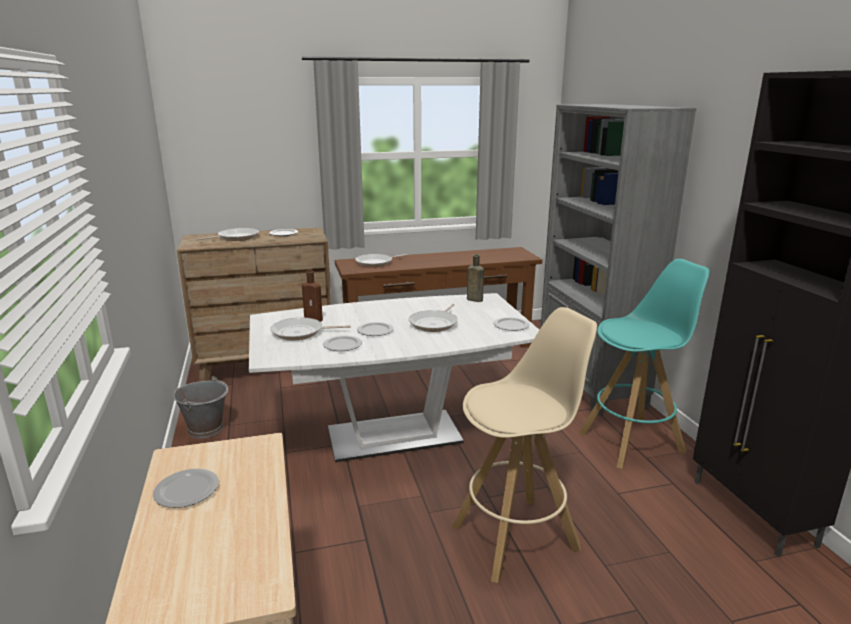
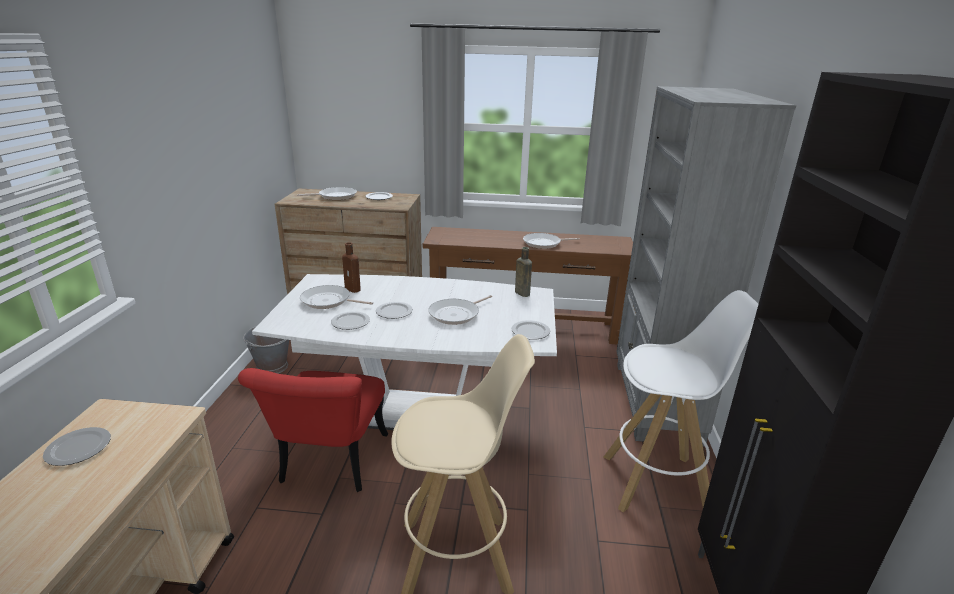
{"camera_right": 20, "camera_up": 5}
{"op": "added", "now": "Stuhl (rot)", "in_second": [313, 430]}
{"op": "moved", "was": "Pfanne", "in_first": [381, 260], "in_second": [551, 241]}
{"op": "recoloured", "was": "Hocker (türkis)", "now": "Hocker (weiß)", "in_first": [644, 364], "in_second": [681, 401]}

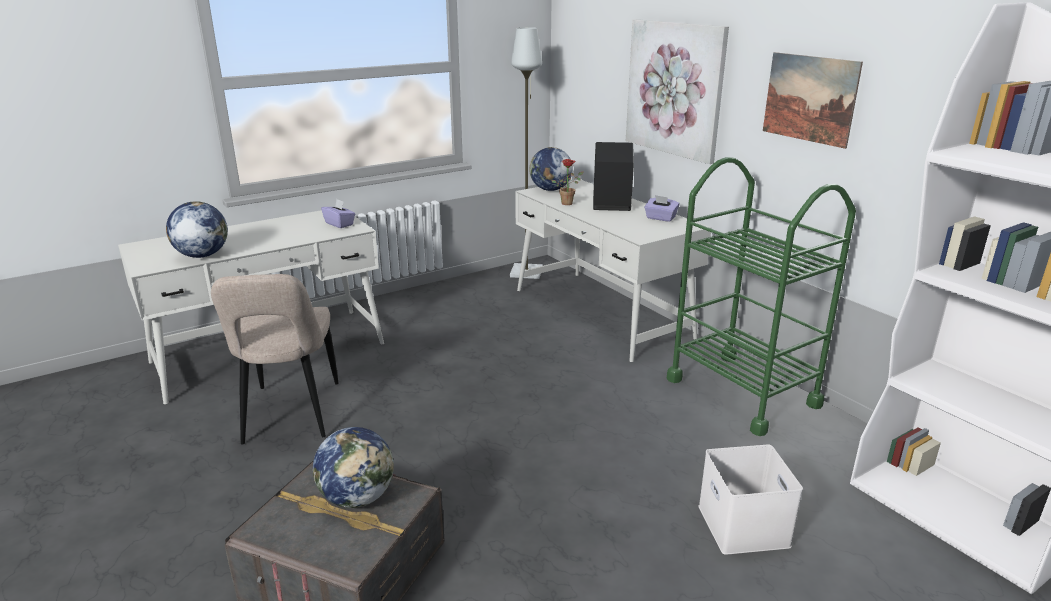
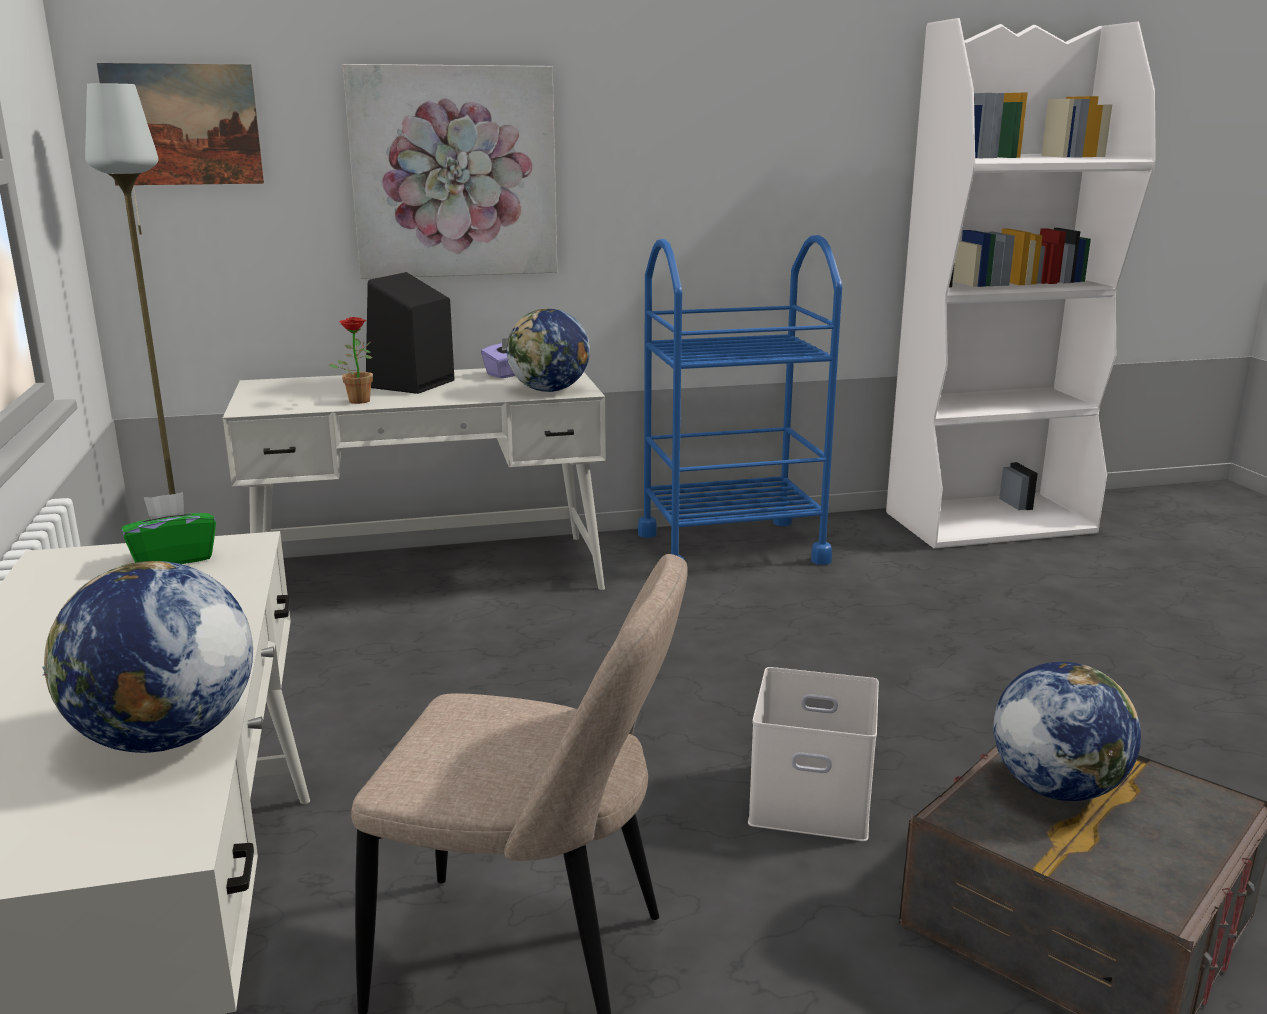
{"camera_right": -70, "camera_up": -5}
{"op": "moved", "was": "Globus", "in_first": [551, 169], "in_second": [548, 350]}
{"op": "moved", "was": "Aufbewahrungsbox (weiß)", "in_first": [750, 500], "in_second": [813, 754]}
{"op": "moved", "was": "Bild", "in_first": [813, 100], "in_second": [180, 124]}
{"op": "recoloured", "was": "Taschentuchbox (lila)", "now": "Taschentuchbox (grün)", "in_first": [338, 213], "in_second": [169, 528]}
{"op": "recoloured", "was": "Rollwagen (grün)", "now": "Rollwagen (blau)", "in_first": [761, 296], "in_second": [740, 400]}

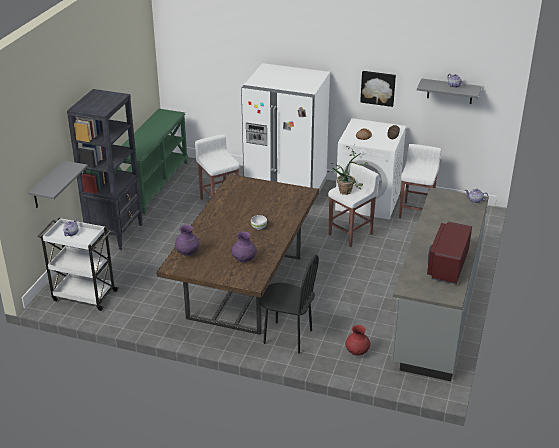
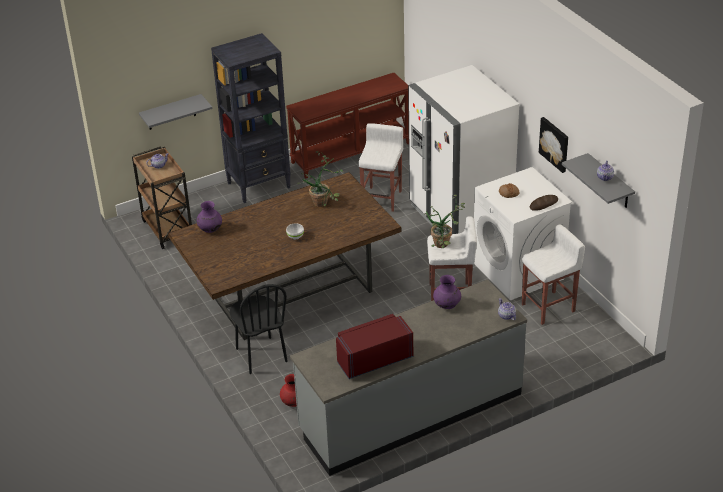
{"camera_right": 45, "camera_up": 5}
{"op": "added", "now": "Topfpflanze", "in_second": [320, 179]}
{"op": "moved", "was": "Vase (lila)", "in_first": [244, 247], "in_second": [447, 292]}
{"op": "recoloured", "was": "Rollwagen (weiß)", "now": "Rollwagen (braun)", "in_first": [78, 264], "in_second": [162, 197]}
{"op": "recoloured", "was": "Konsolentisch (grün)", "now": "Konsolentisch (braun)", "in_first": [152, 161], "in_second": [347, 126]}

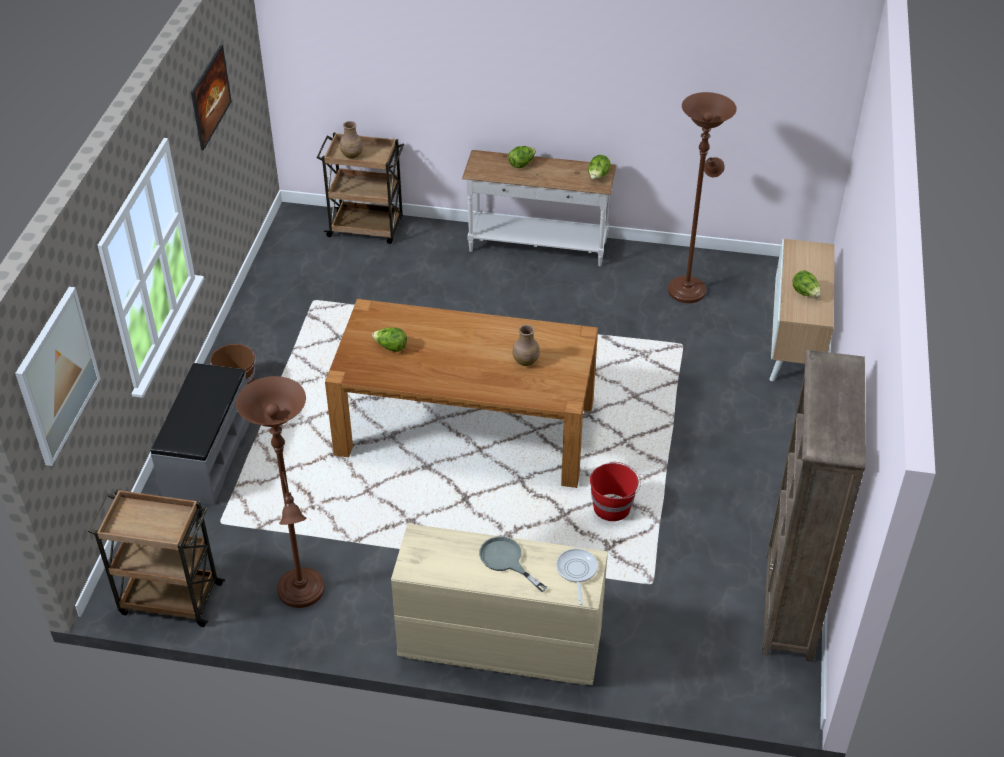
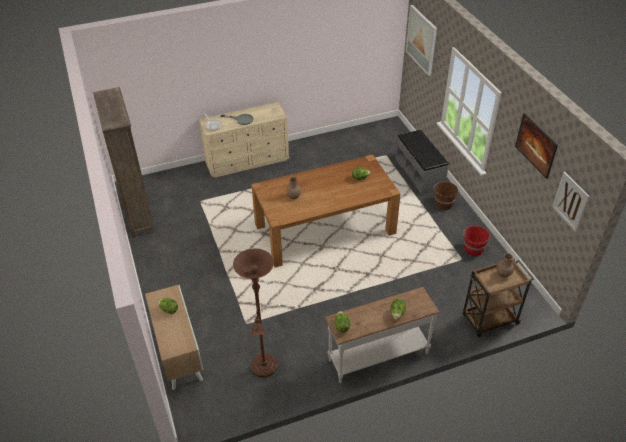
{"camera_right": 150, "camera_up": 0}
{"op": "removed", "was": "Rollwagen (braun)", "in_first": [156, 558]}
{"op": "removed", "was": "Stehlampe (braun)", "in_first": [280, 492]}
{"op": "added", "now": "Bild", "in_second": [571, 202]}
{"op": "moved", "was": "Eimer (rot)", "in_first": [615, 491], "in_second": [476, 241]}

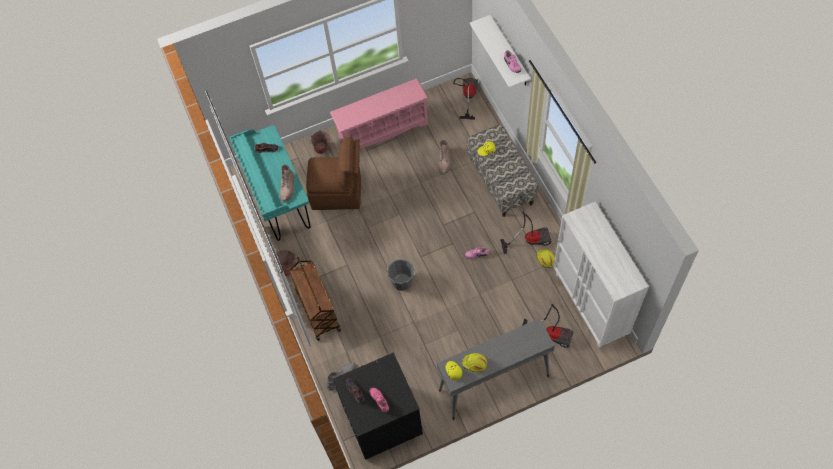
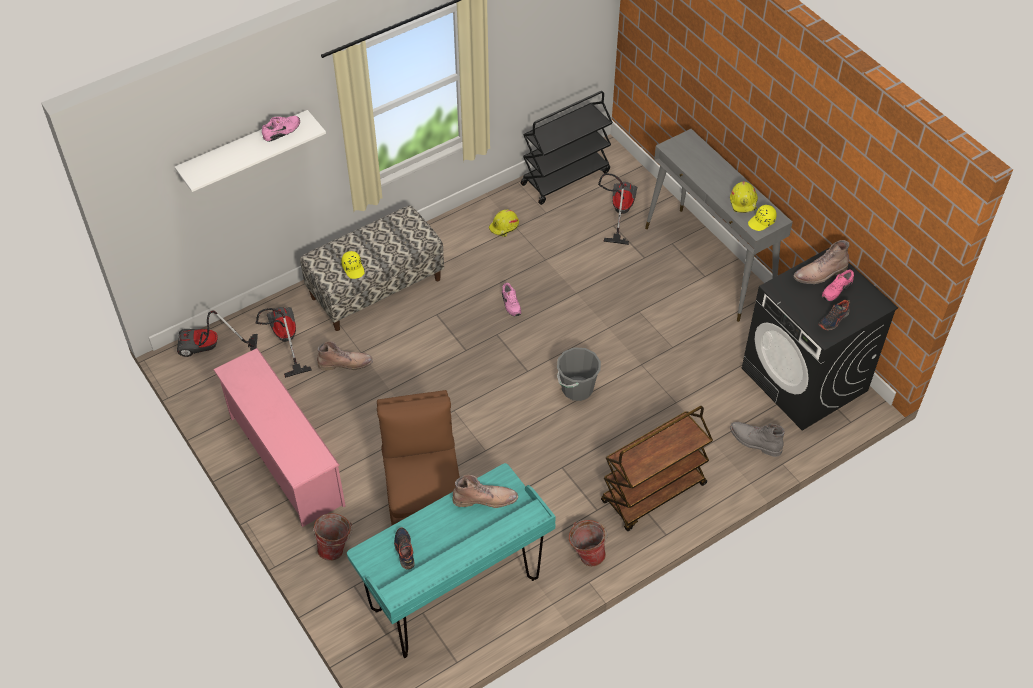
{"camera_right": -105, "camera_up": -10}
{"op": "added", "now": "Stiefel (braun)", "in_second": [821, 262]}
{"op": "moved", "was": "Staubsauger", "in_first": [525, 232], "in_second": [283, 342]}
{"op": "replaced", "was": "Schrank (weiß)", "now": "Rollwagen (schwarz)", "in_first": [601, 275], "in_second": [567, 148]}

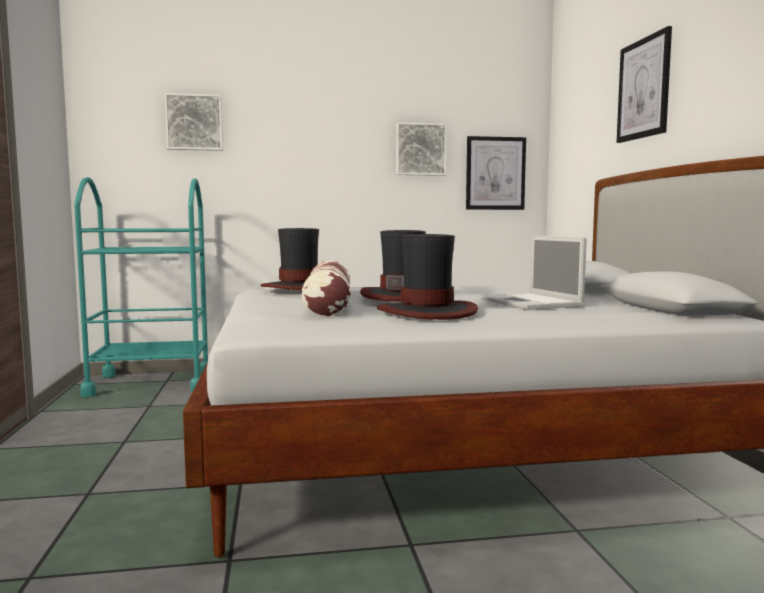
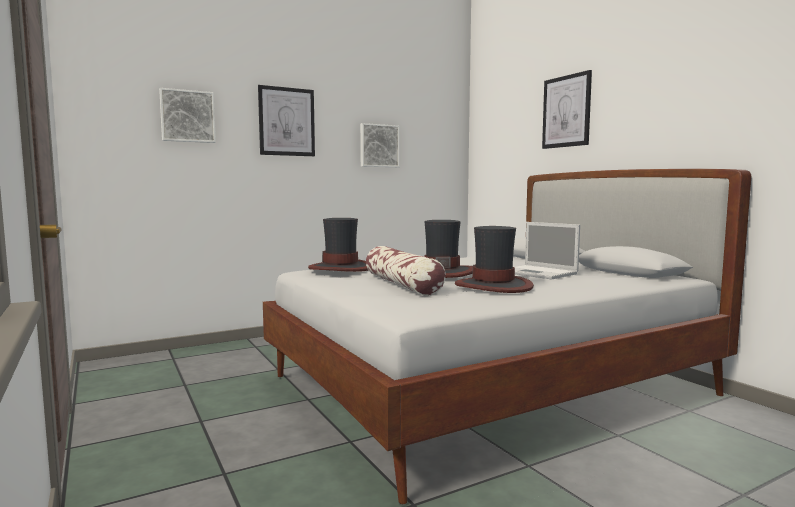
{"camera_right": -20, "camera_up": 0}
{"op": "removed", "was": "Rollwagen (türkis)", "in_first": [141, 287]}
{"op": "moved", "was": "Bild", "in_first": [496, 173], "in_second": [286, 120]}

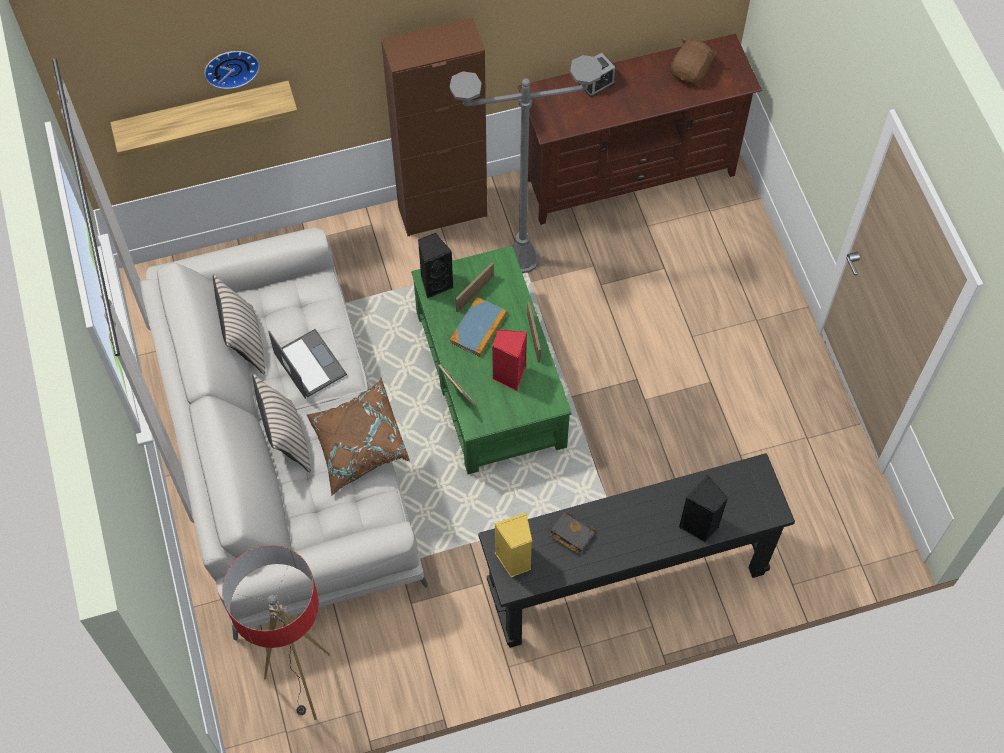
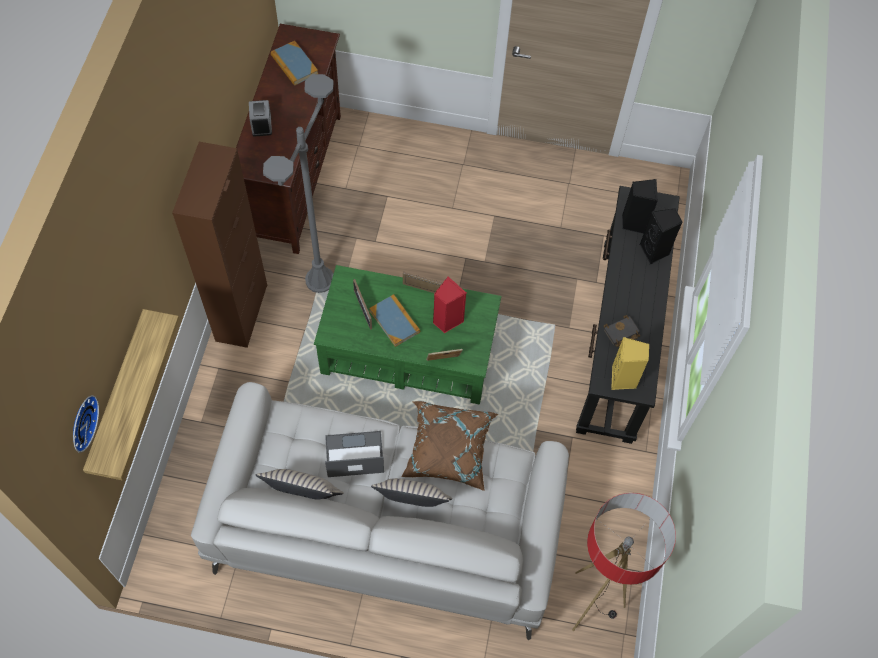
{"camera_right": -65, "camera_up": 0}
{"op": "moved", "was": "Wanduhr", "in_first": [232, 70], "in_second": [86, 424]}
{"op": "moved", "was": "Lautsprecher (schwarz)", "in_first": [436, 266], "in_second": [640, 206]}
{"op": "replaced", "was": "Plüschtier (braun)", "now": "Buch", "in_first": [693, 61], "in_second": [294, 63]}

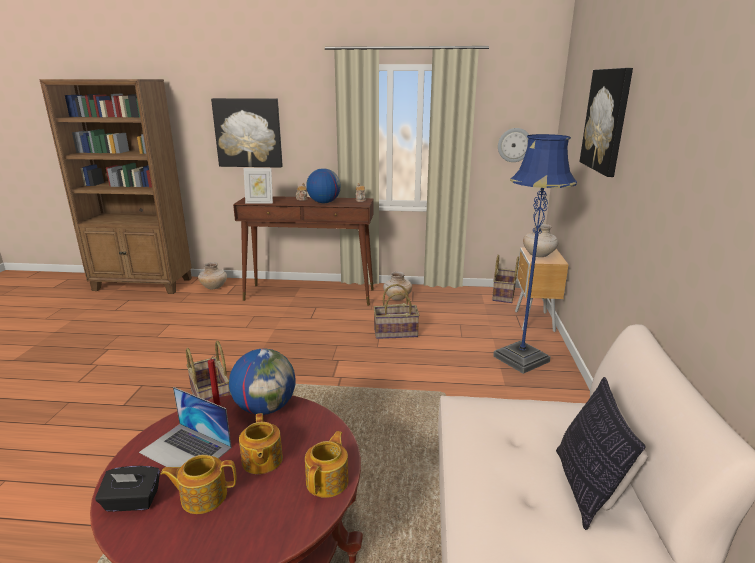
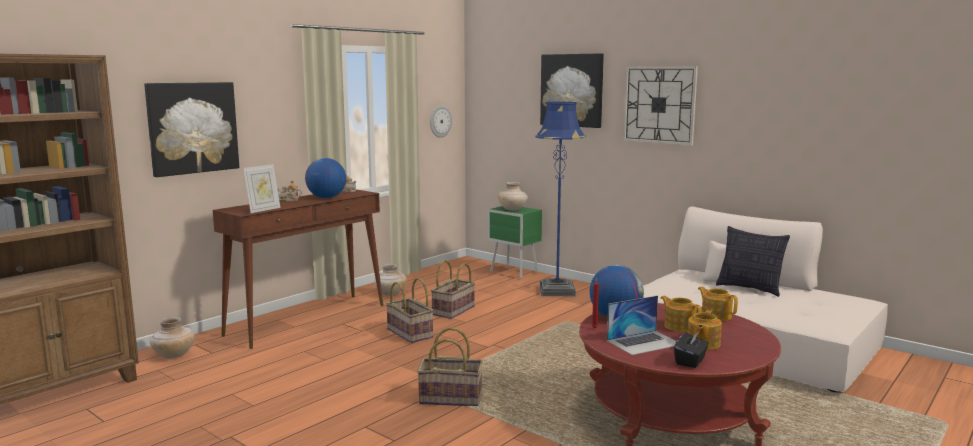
{"camera_right": -55, "camera_up": -10}
{"op": "added", "now": "Wanduhr", "in_second": [660, 106]}
{"op": "moved", "was": "Korb", "in_first": [505, 279], "in_second": [410, 310]}
{"op": "recoloured", "was": "Nachttisch (braun)", "now": "Nachttisch (grün)", "in_first": [542, 290], "in_second": [515, 242]}
{"op": "turned", "was": "Teekanne", "in_first": [261, 443], "in_second": [681, 314], "clockwise": -150}

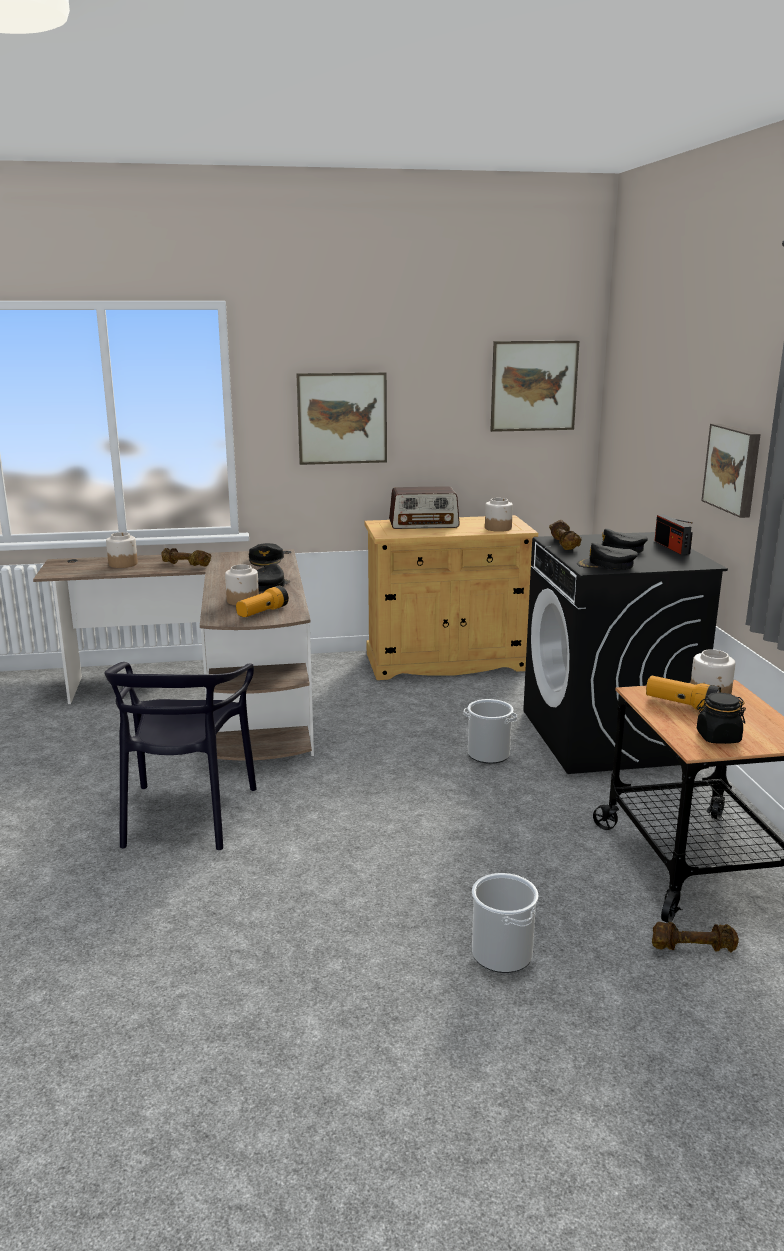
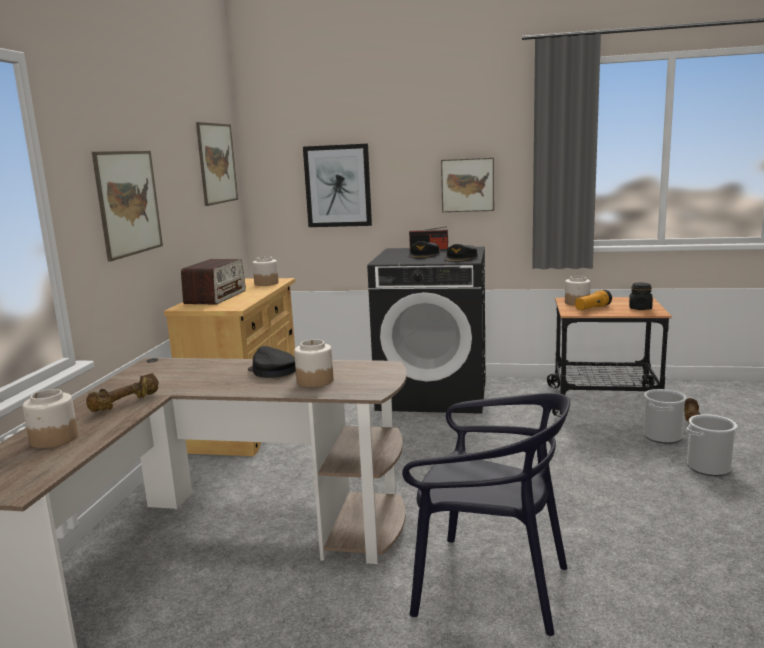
{"camera_right": -70, "camera_up": -5}
{"op": "removed", "was": "Taschenlampe", "in_first": [262, 601]}
{"op": "removed", "was": "Kappe (schwarz)", "in_first": [266, 555]}
{"op": "removed", "was": "Hantel (braun)", "in_first": [565, 535]}
{"op": "added", "now": "Bild", "in_second": [337, 185]}
{"op": "moved", "was": "Eimer", "in_first": [490, 731], "in_second": [664, 416]}

